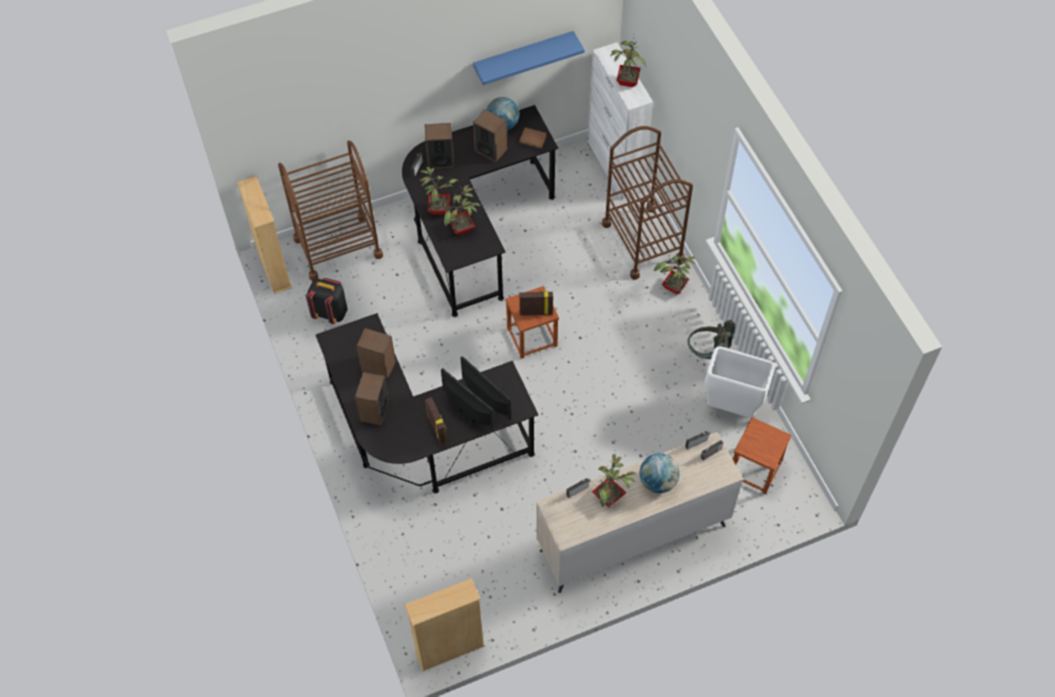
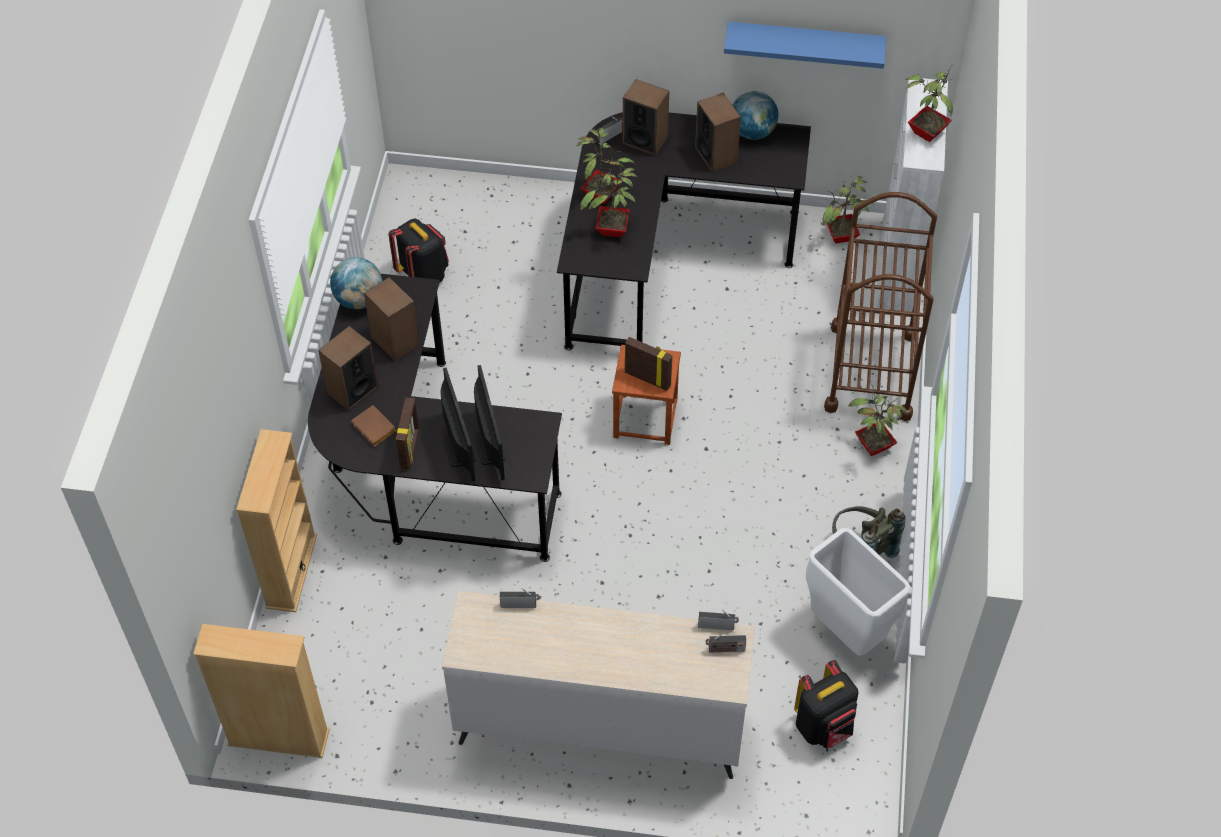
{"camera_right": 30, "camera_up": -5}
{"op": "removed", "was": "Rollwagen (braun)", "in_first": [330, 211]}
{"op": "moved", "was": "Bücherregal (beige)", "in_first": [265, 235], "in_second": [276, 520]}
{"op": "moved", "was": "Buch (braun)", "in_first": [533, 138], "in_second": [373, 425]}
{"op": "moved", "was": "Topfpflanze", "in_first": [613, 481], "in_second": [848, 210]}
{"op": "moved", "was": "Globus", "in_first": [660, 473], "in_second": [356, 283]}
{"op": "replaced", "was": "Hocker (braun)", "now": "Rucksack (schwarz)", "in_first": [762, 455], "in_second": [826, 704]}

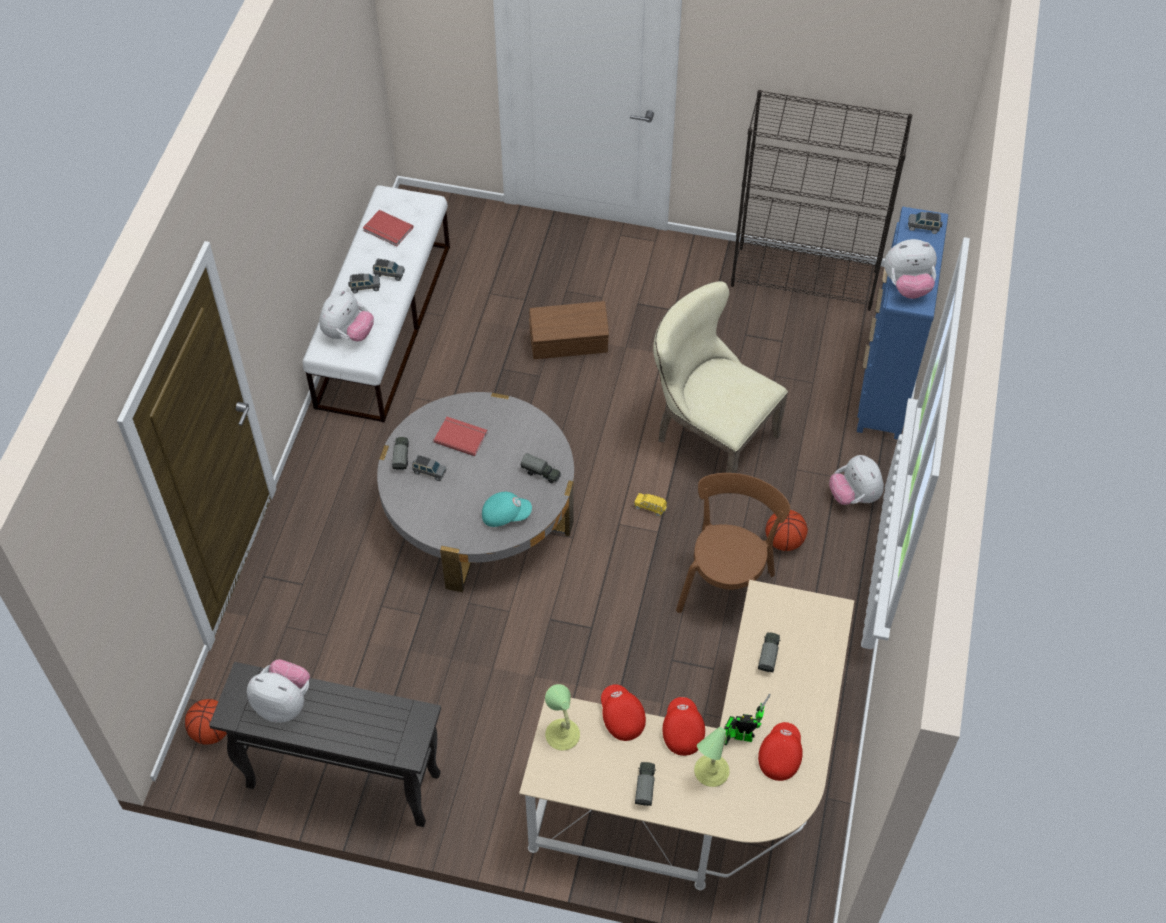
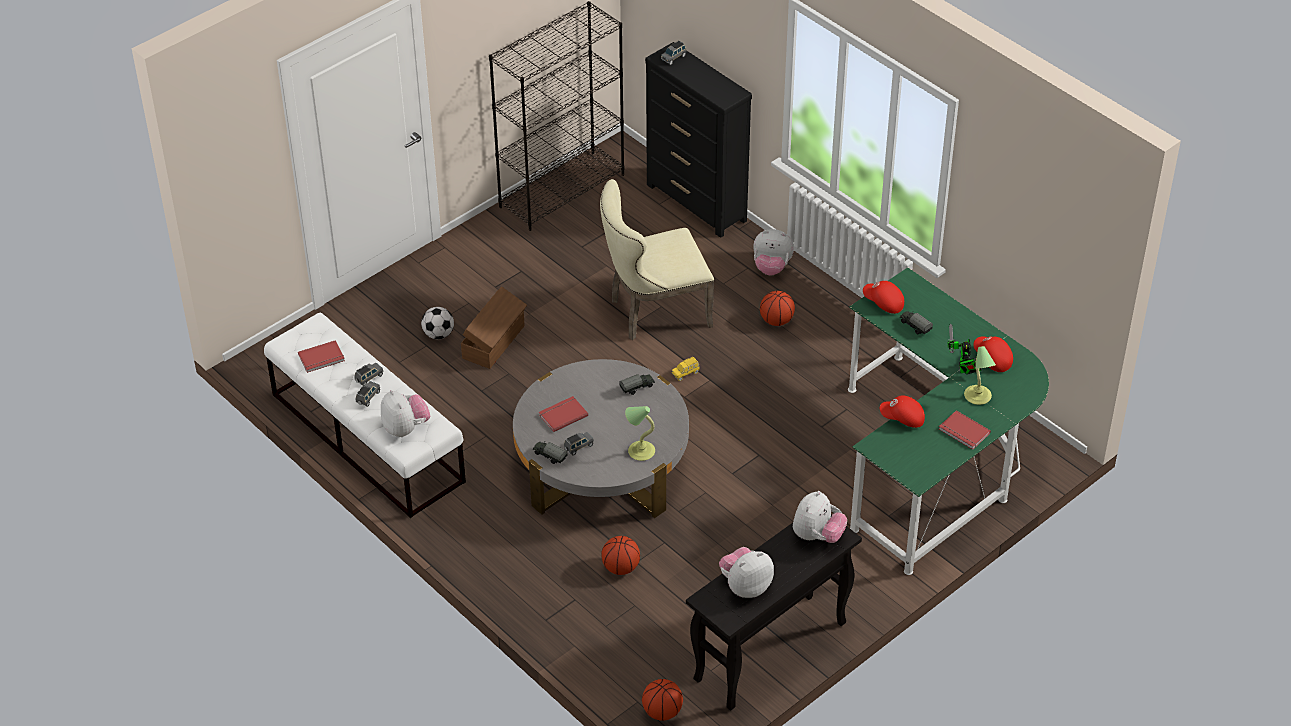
{"camera_right": -55, "camera_up": -10}
{"op": "removed", "was": "Kappe (türkis)", "in_first": [507, 509]}
{"op": "removed", "was": "Stuhl (braun)", "in_first": [733, 543]}
{"op": "added", "now": "Fußball", "in_second": [437, 323]}
{"op": "added", "now": "Basketball", "in_second": [620, 555]}
{"op": "moved", "was": "Tischlampe", "in_first": [562, 717], "in_second": [640, 433]}
{"op": "moved", "was": "Kappe (rot)", "in_first": [684, 726], "in_second": [883, 297]}
{"op": "moved", "was": "Plüschtier", "in_first": [910, 269], "in_second": [820, 517]}
{"op": "replaced", "was": "Spielzeuglaster", "now": "Buch (rot)", "in_first": [645, 784], "in_second": [965, 430]}
{"op": "recoloured", "was": "Schreibtisch (beige)", "now": "Schreibtisch (grün)", "in_first": [686, 735], "in_second": [948, 421]}
{"op": "recoloured", "was": "Kommode (blau)", "now": "Kommode (schwarz)", "in_first": [902, 323], "in_second": [698, 140]}
{"op": "turned", "was": "Spielzeugroboter", "in_first": [747, 719], "in_second": [964, 349], "clockwise": -45}

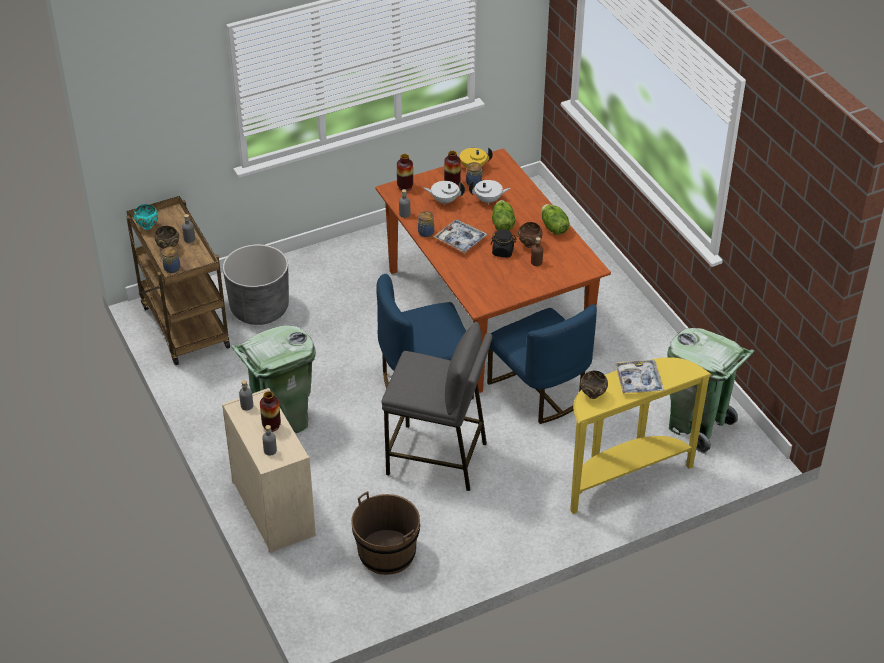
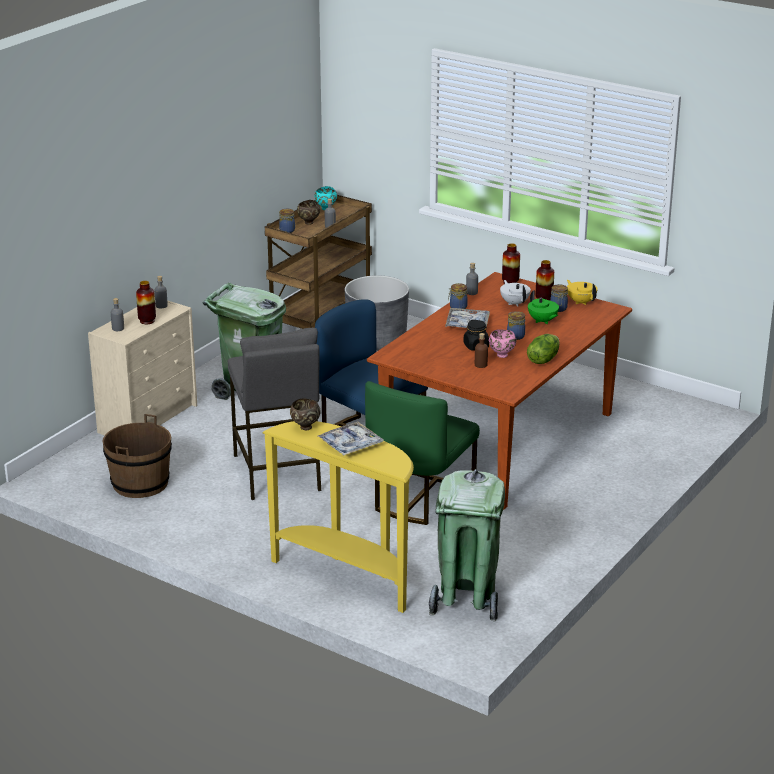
{"camera_right": 60, "camera_up": -15}
{"op": "replaced", "was": "Salatkopf", "now": "Vorratsglas", "in_first": [503, 215], "in_second": [516, 325]}
{"op": "recoloured", "was": "Teekanne (weiß)", "now": "Teekanne (grün)", "in_first": [490, 192], "in_second": [543, 307]}
{"op": "recoloured", "was": "Stuhl (blau)", "now": "Stuhl (grün)", "in_first": [542, 364], "in_second": [422, 453]}
{"op": "recoloured", "was": "Schüssel (braun)", "now": "Schüssel (rosa)", "in_first": [530, 235], "in_second": [502, 343]}

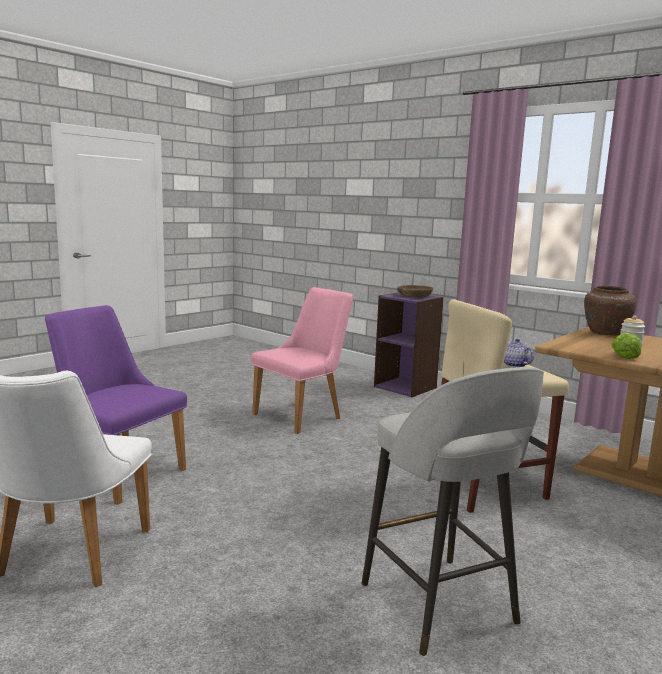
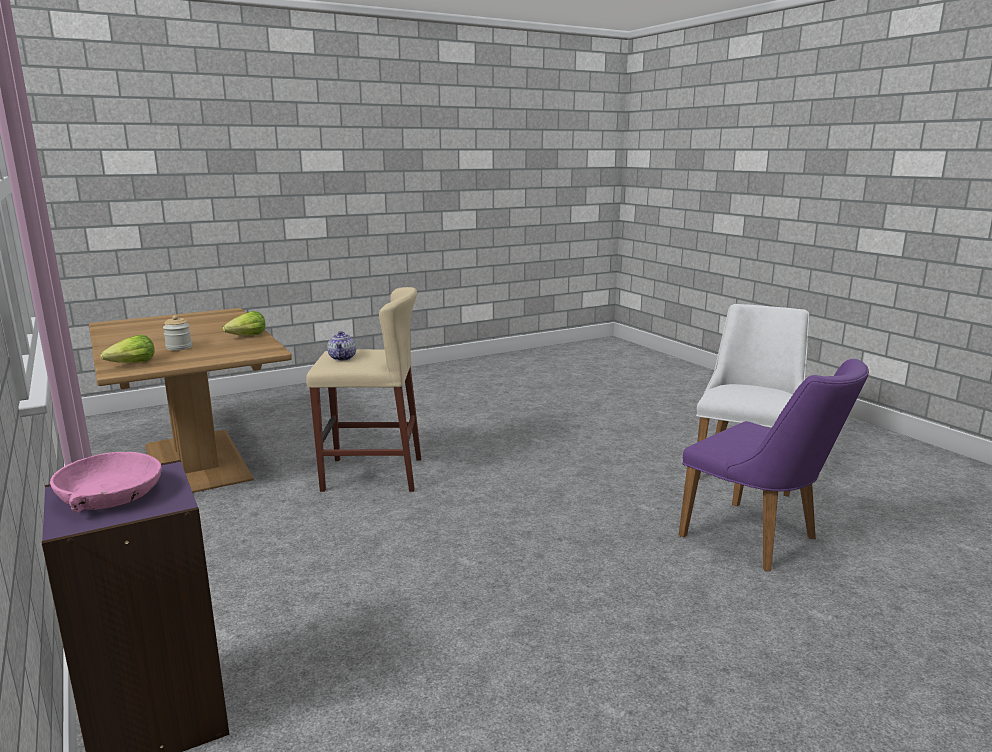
{"camera_right": -160, "camera_up": 5}
{"op": "removed", "was": "Stuhl (rosa)", "in_first": [302, 360]}
{"op": "removed", "was": "Hocker (grau)", "in_first": [453, 511]}
{"op": "replaced", "was": "Vase (braun)", "now": "Salatkopf", "in_first": [610, 311], "in_second": [127, 349]}
{"op": "recoloured", "was": "Schüssel (braun)", "now": "Schüssel (rosa)", "in_first": [415, 291], "in_second": [106, 482]}

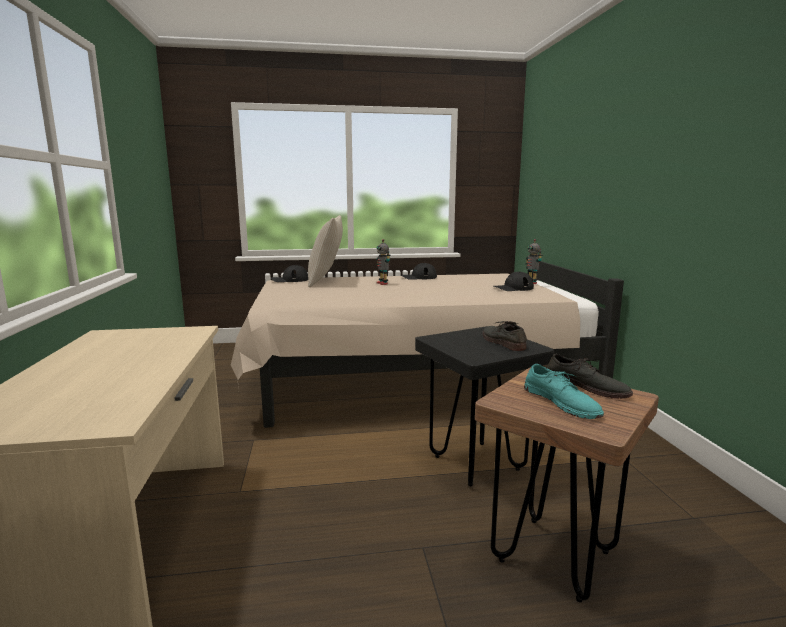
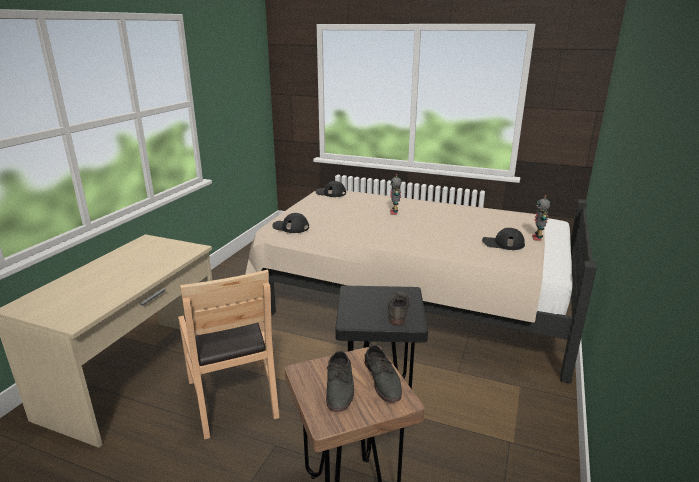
{"camera_right": 30, "camera_up": 10}
{"op": "removed", "was": "Kissen (beige)", "in_first": [325, 251]}
{"op": "added", "now": "Stuhl (braun)", "in_second": [229, 355]}
{"op": "moved", "was": "Kappe (schwarz)", "in_first": [419, 271], "in_second": [290, 223]}
{"op": "recoloured", "was": "Schuh (türkis)", "now": "Schuh (grau)", "in_first": [564, 391], "in_second": [340, 381]}

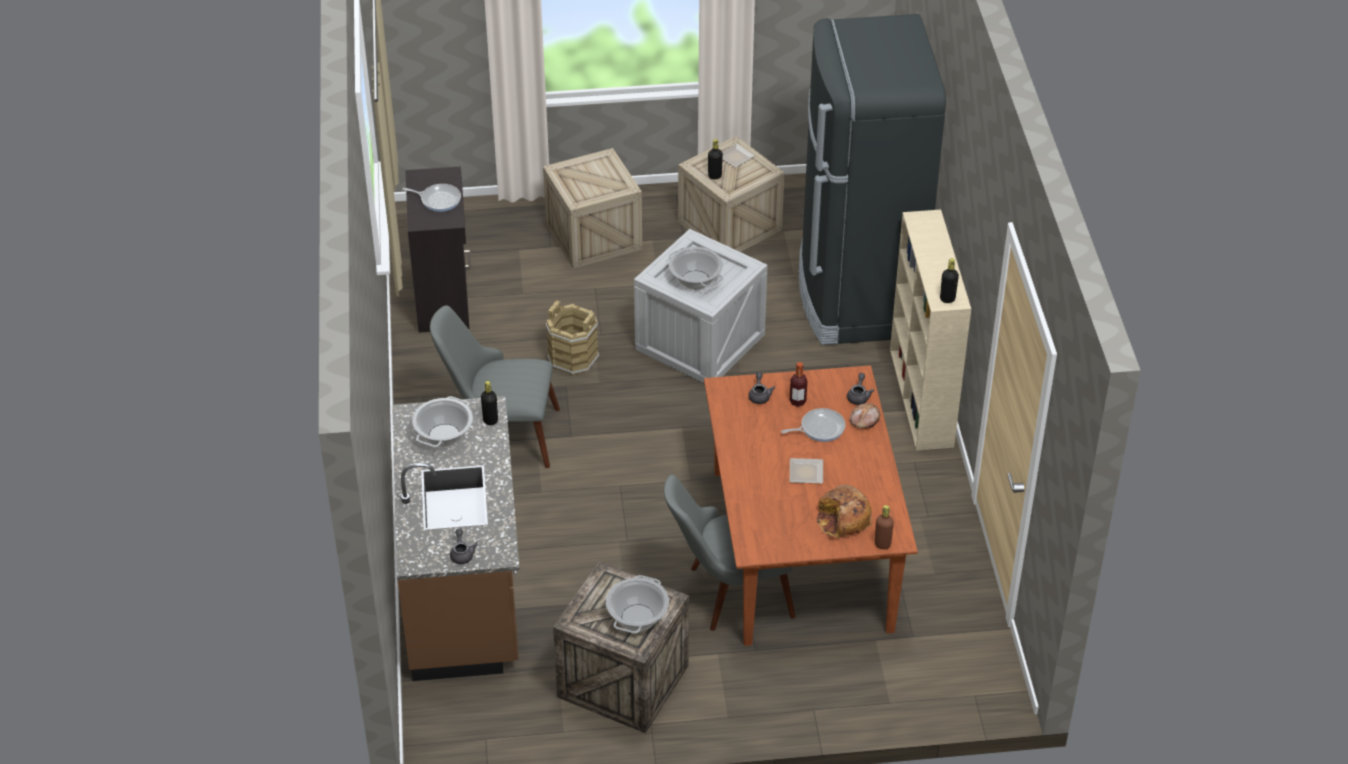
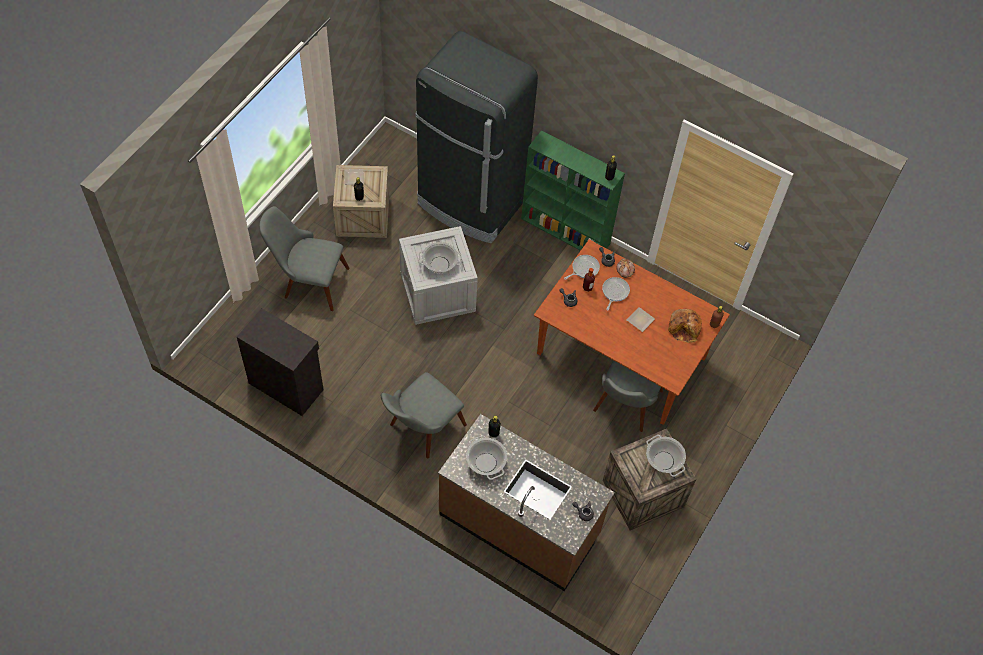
{"camera_right": -55, "camera_up": 15}
{"op": "removed", "was": "Eimer (braun)", "in_first": [572, 338]}
{"op": "moved", "was": "Pfanne", "in_first": [431, 198], "in_second": [582, 267]}
{"op": "replaced", "was": "Kiste", "now": "Stuhl (grau)", "in_first": [592, 208], "in_second": [304, 258]}
{"op": "recoloured", "was": "Bücherregal (beige)", "now": "Bücherregal (grün)", "in_first": [930, 330], "in_second": [573, 190]}

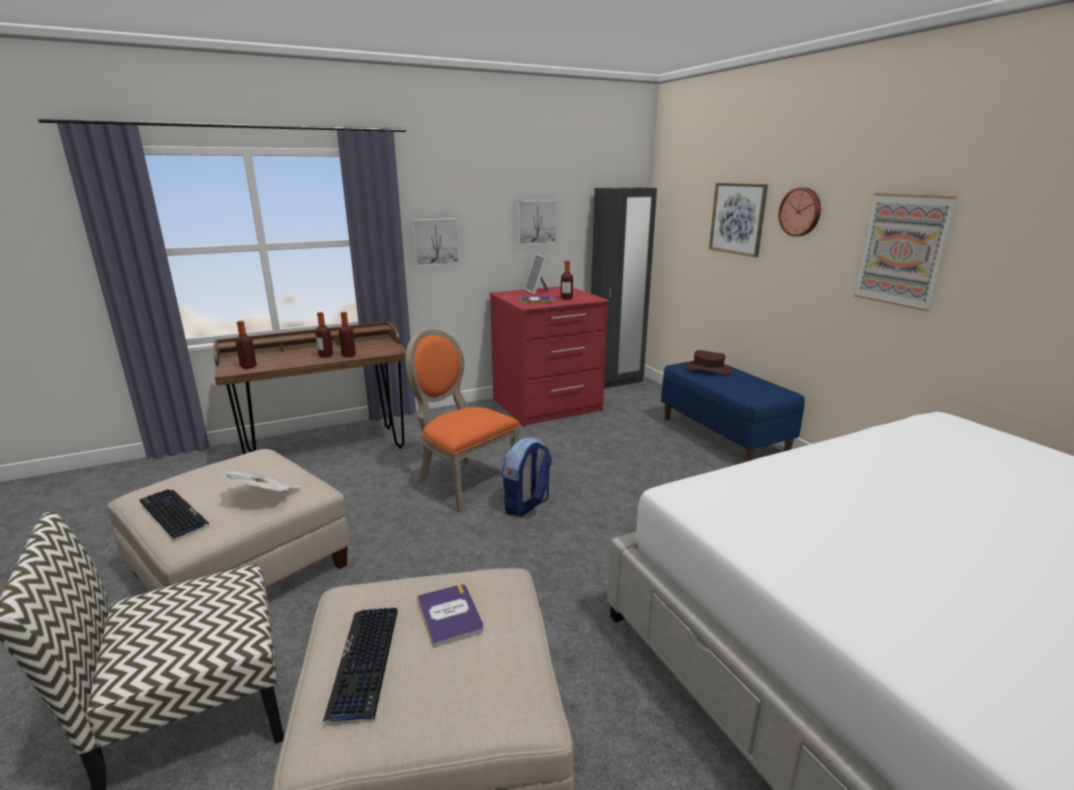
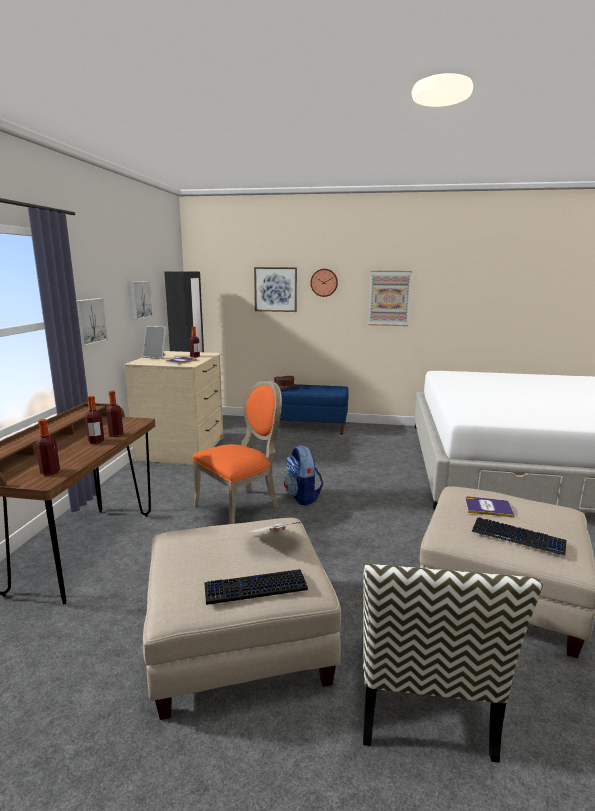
{"camera_right": -55, "camera_up": -5}
{"op": "recoloured", "was": "Kommode (rot)", "now": "Kommode (beige)", "in_first": [549, 356], "in_second": [173, 408]}
{"op": "turned", "was": "Stuhl (orange)", "in_first": [462, 421], "in_second": [237, 452], "clockwise": 150}

